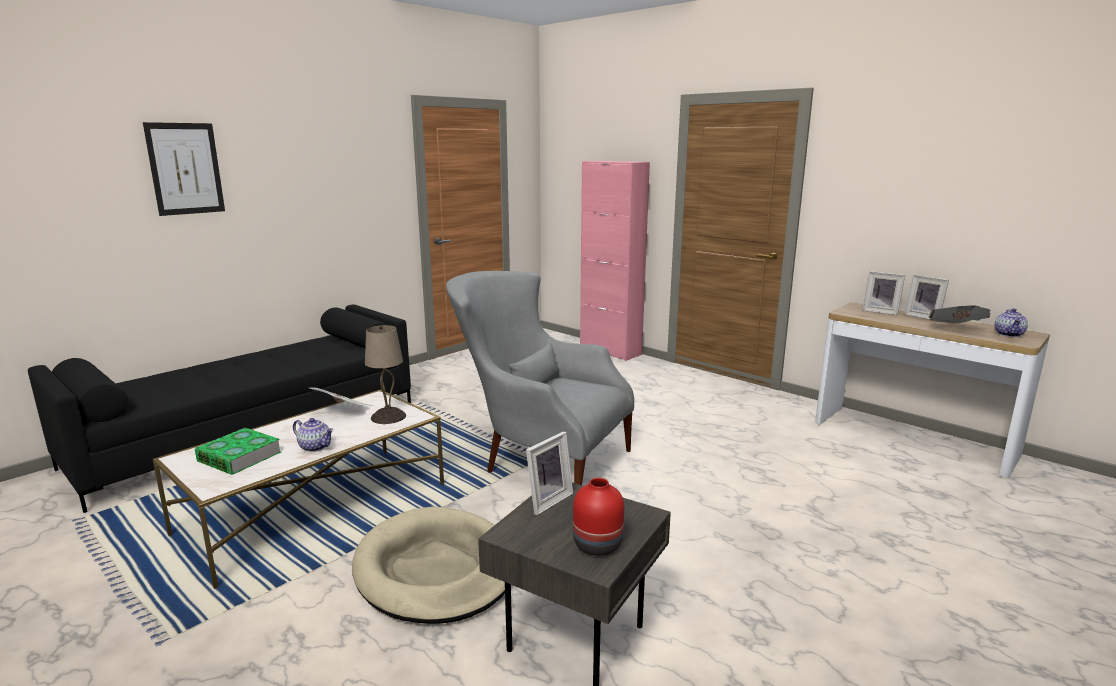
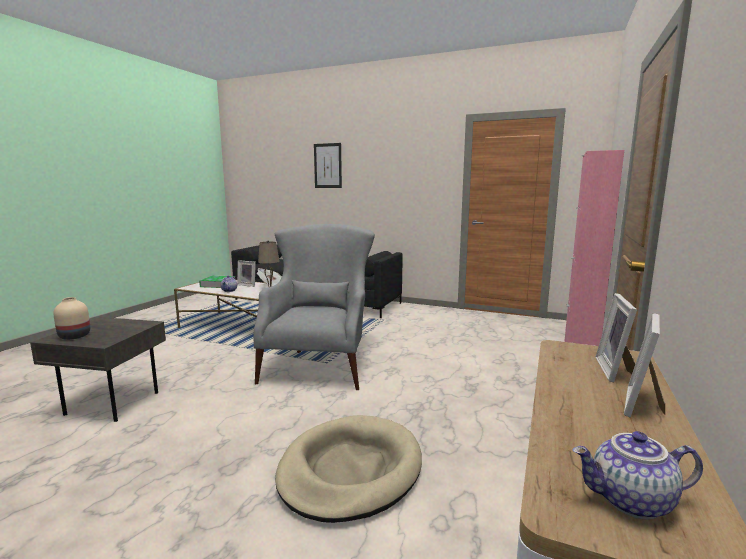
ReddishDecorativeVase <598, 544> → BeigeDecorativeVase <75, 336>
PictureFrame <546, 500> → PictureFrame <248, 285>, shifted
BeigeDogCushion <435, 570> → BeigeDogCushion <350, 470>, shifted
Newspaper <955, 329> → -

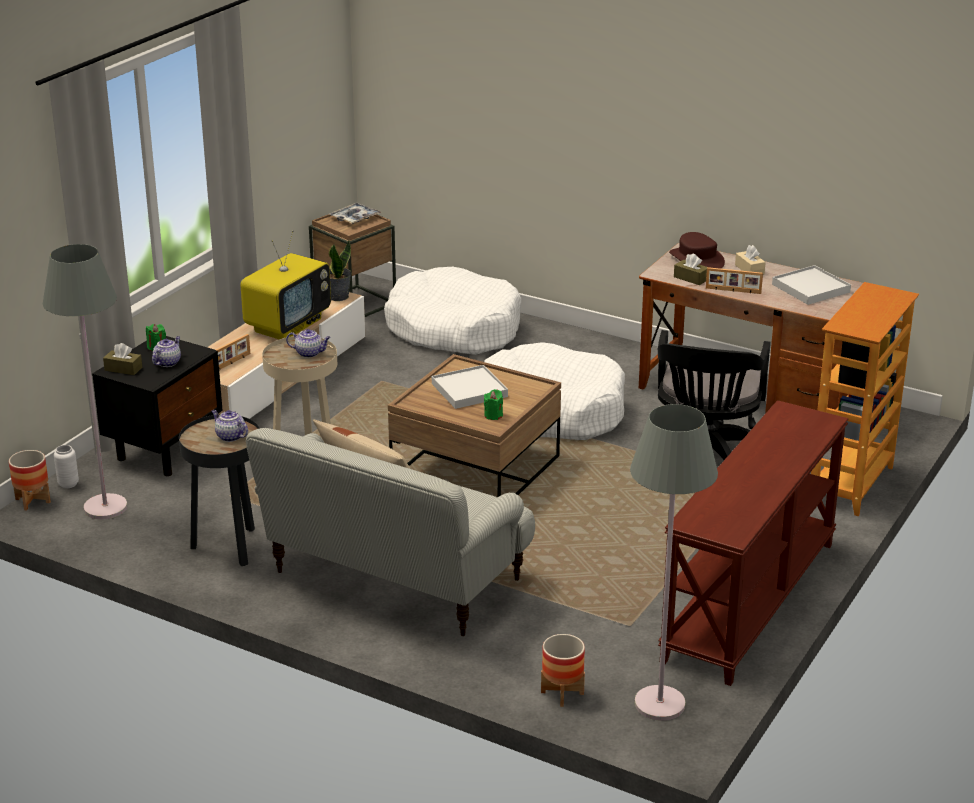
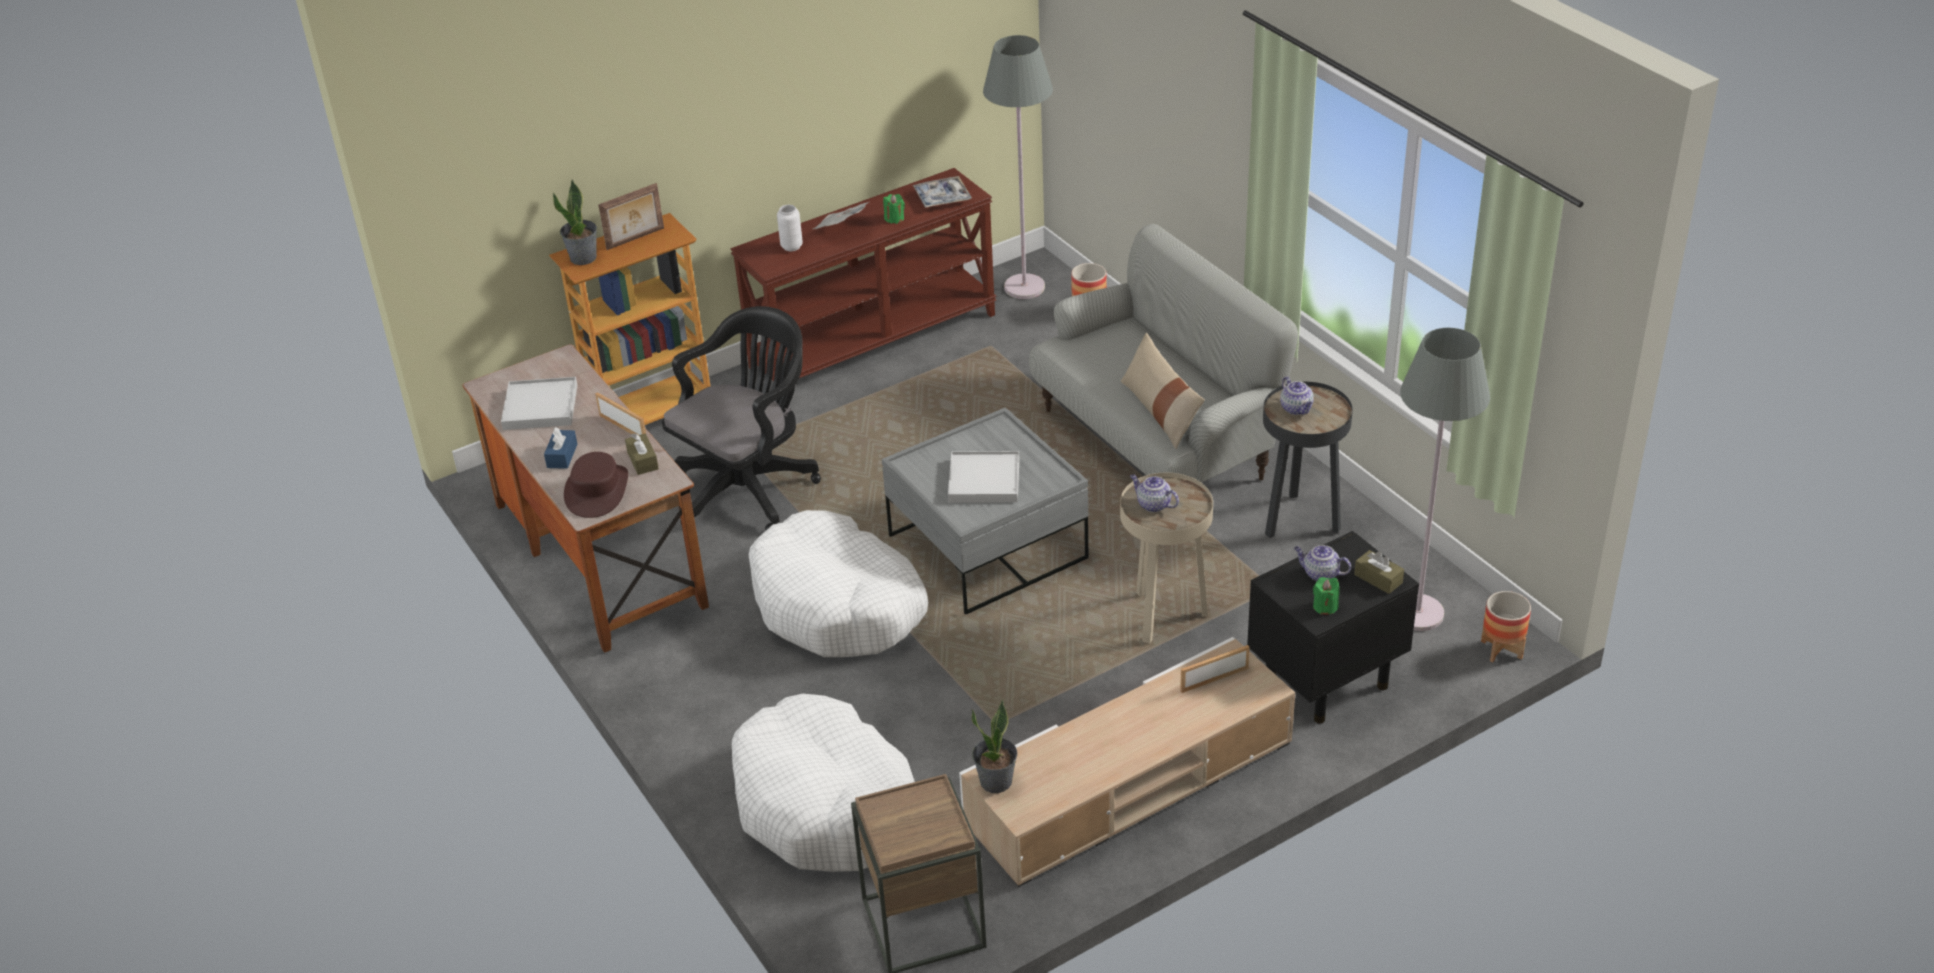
BeigeBoxOfTissues <749, 269> → BluishBoxOfTissues <562, 456>
- → PlantInAPot <584, 258>
- → PictureFrame <636, 239>
WhitishDecorativeVase <68, 484> → WhitishDecorativeVase <791, 247>, shifted
- → Newspaper <841, 229>
BrownishLowTable <475, 468> → GreyLowTable <988, 547>
GreenWaxLight <493, 415> → GreenWaxLight <894, 219>, shifted
CarryingTray <355, 218> → CarryingTray <942, 198>, shifted
PotForTea <167, 362> → PotForTea <1320, 574>, 60 degrees clockwise
Television <288, 325> → -

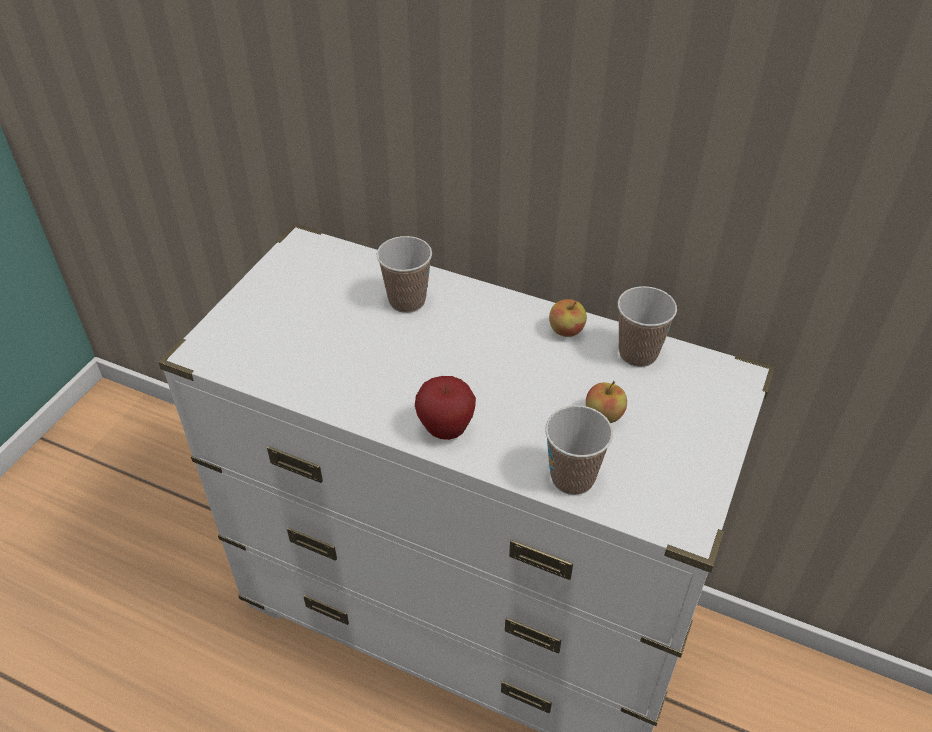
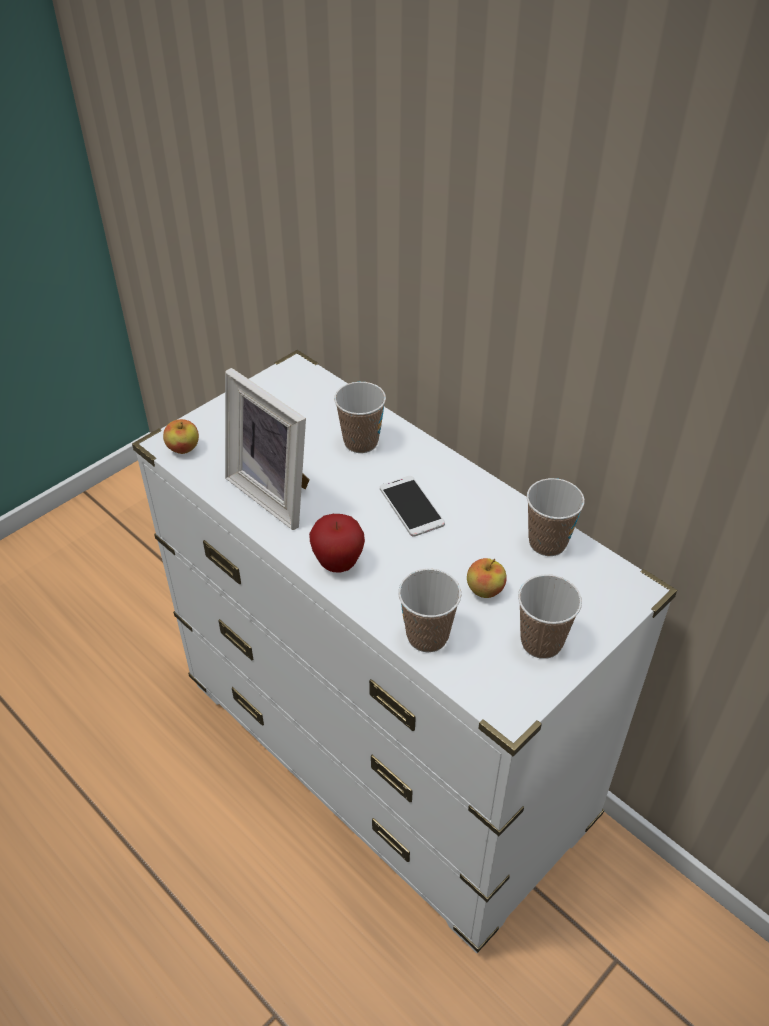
Apple <566, 331> → Apple <183, 448>, shifted
- → PictureFrame <276, 492>
- → Telephone <411, 506>
- → Cup <541, 642>

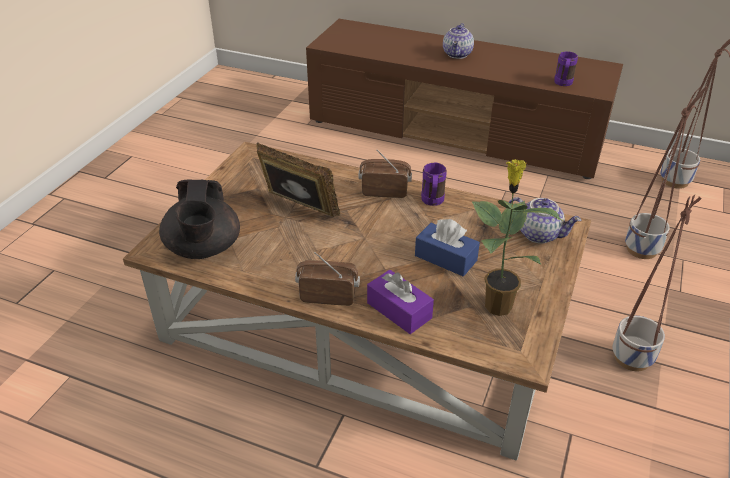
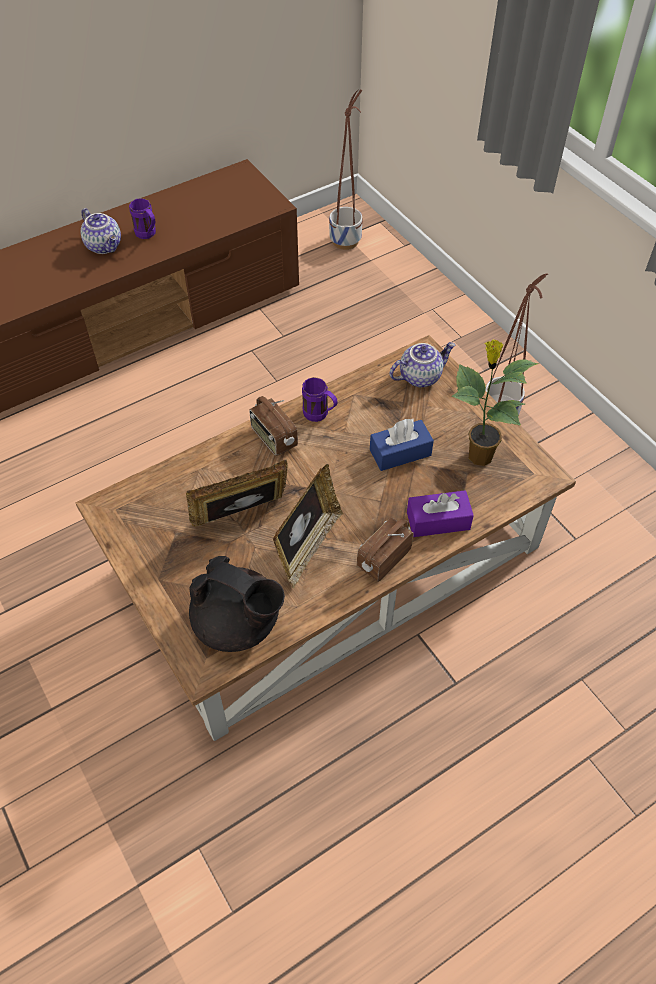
PurplishTeaMug <563, 84> → PurplishTeaMug <148, 235>, shifted
RadioReceiver <384, 191> → RadioReceiver <273, 438>, 75 degrees counterclockwise
- → PictureFrame <308, 546>
FlowerPot <641, 249> → -

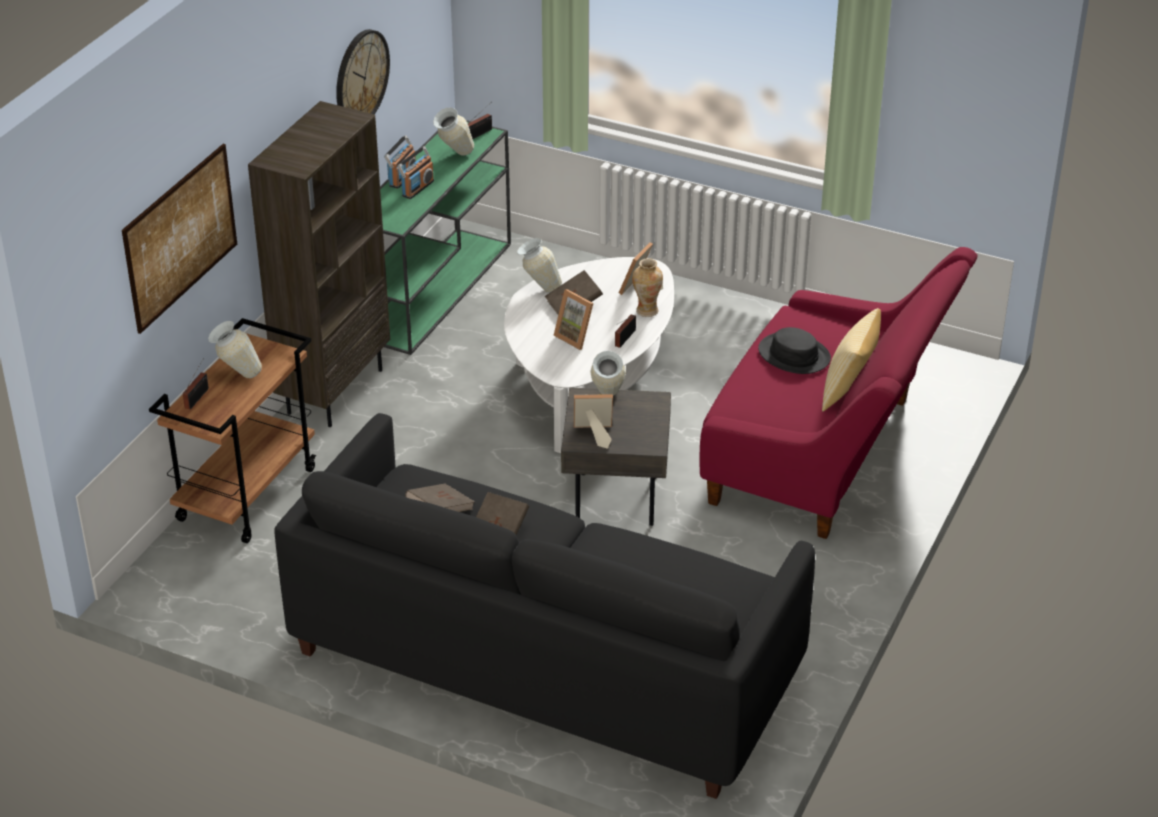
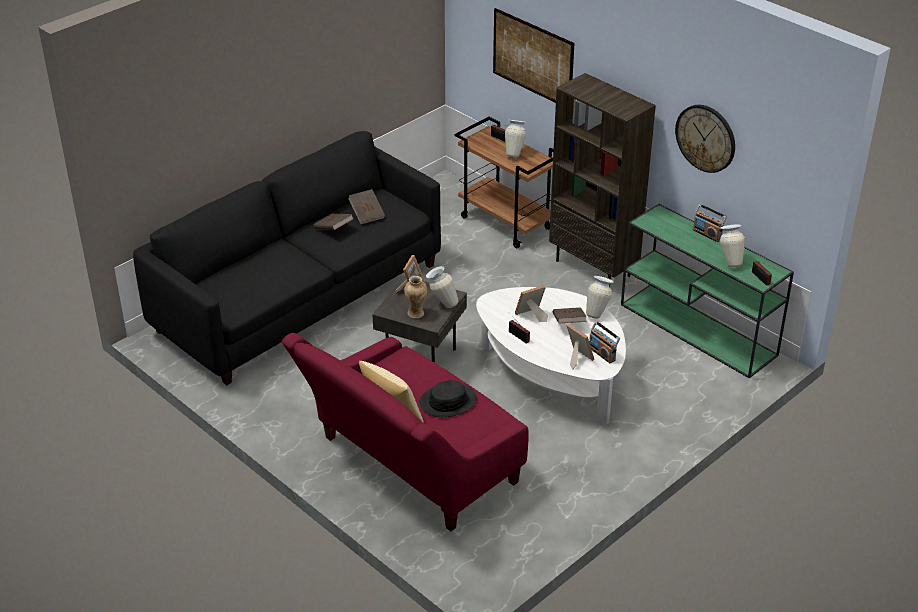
DecorativeVase <646, 310> → DecorativeVase <416, 313>, shifted
RadioReceiver <417, 188> → RadioReceiver <602, 353>, shifted

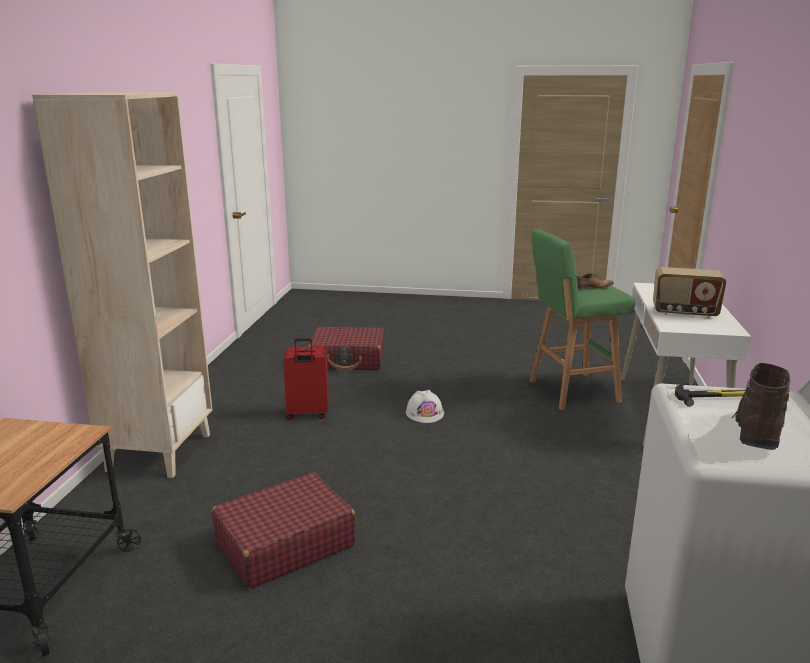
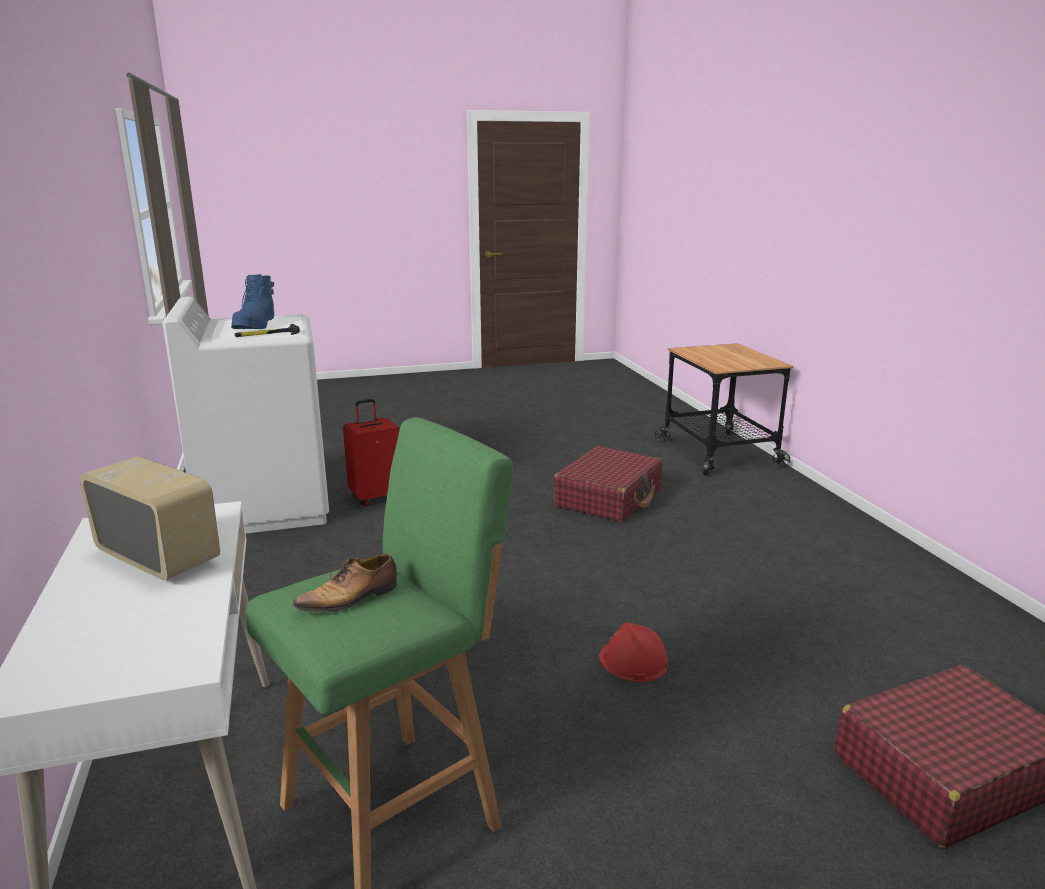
RadioReceiver <684, 313> → RadioReceiver <160, 557>, 45 degrees clockwise
BrownishTallBoot <757, 430> → BluishTallBoot <256, 325>
ReddishSuitcase <307, 414> → ReddishSuitcase <376, 497>, shifted
WhitishWorkHelmet <425, 413> → ReddishWorkHelmet <633, 661>
BeigeShelvingUnit <159, 451> → -

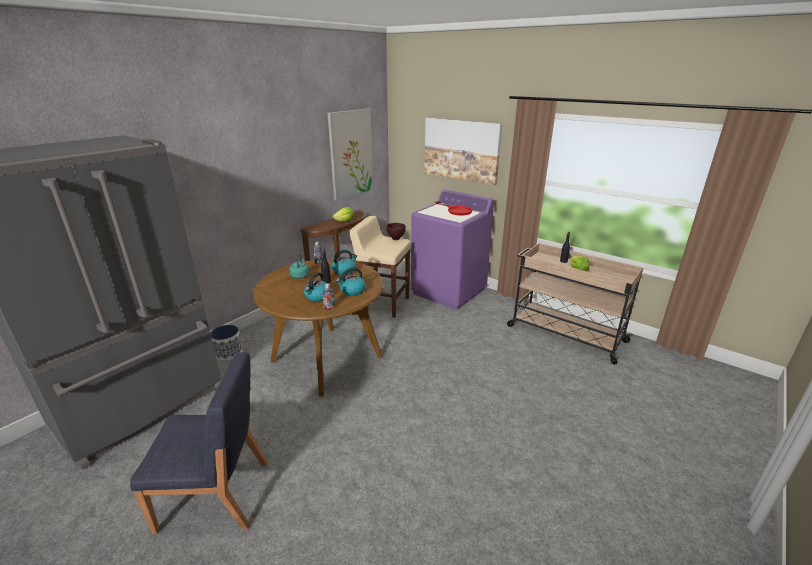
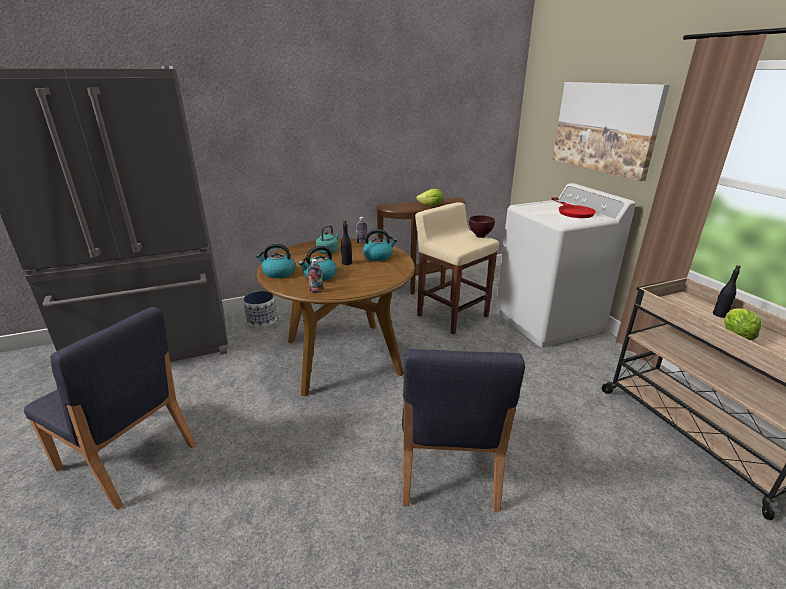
TeaKettle <352, 291> → TeaKettle <278, 273>, shifted
- → BluishPlainChair <448, 466>
PurplishWashingMachine <449, 291> → WhitishWashingMachine <547, 322>
Picture <350, 154> → -

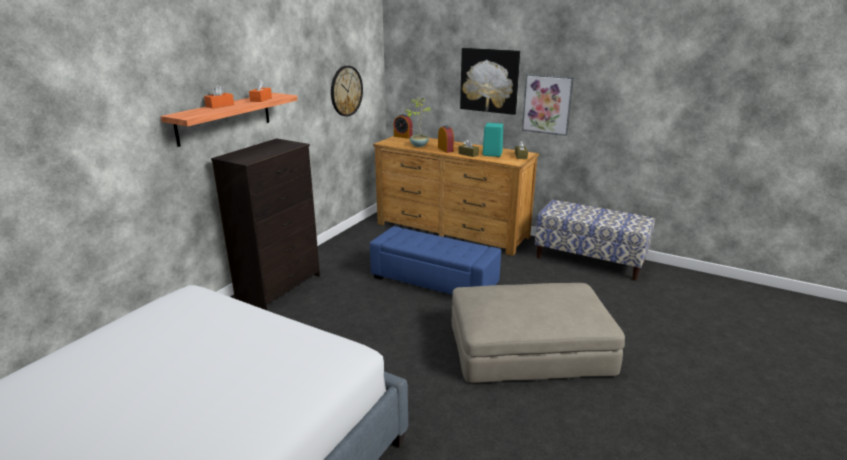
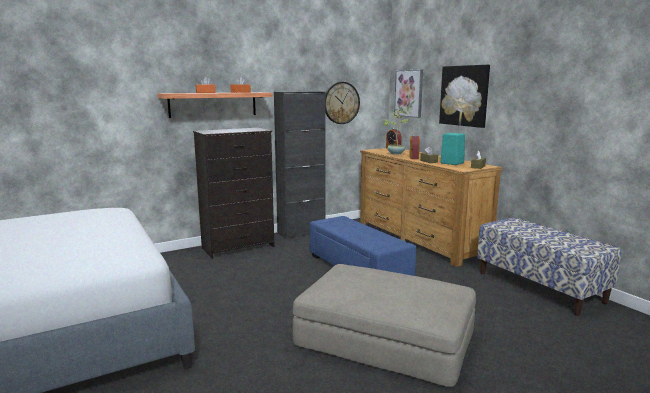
- → BlackCupboard <301, 232>
Picture <547, 104> → Picture <409, 93>, shifted

